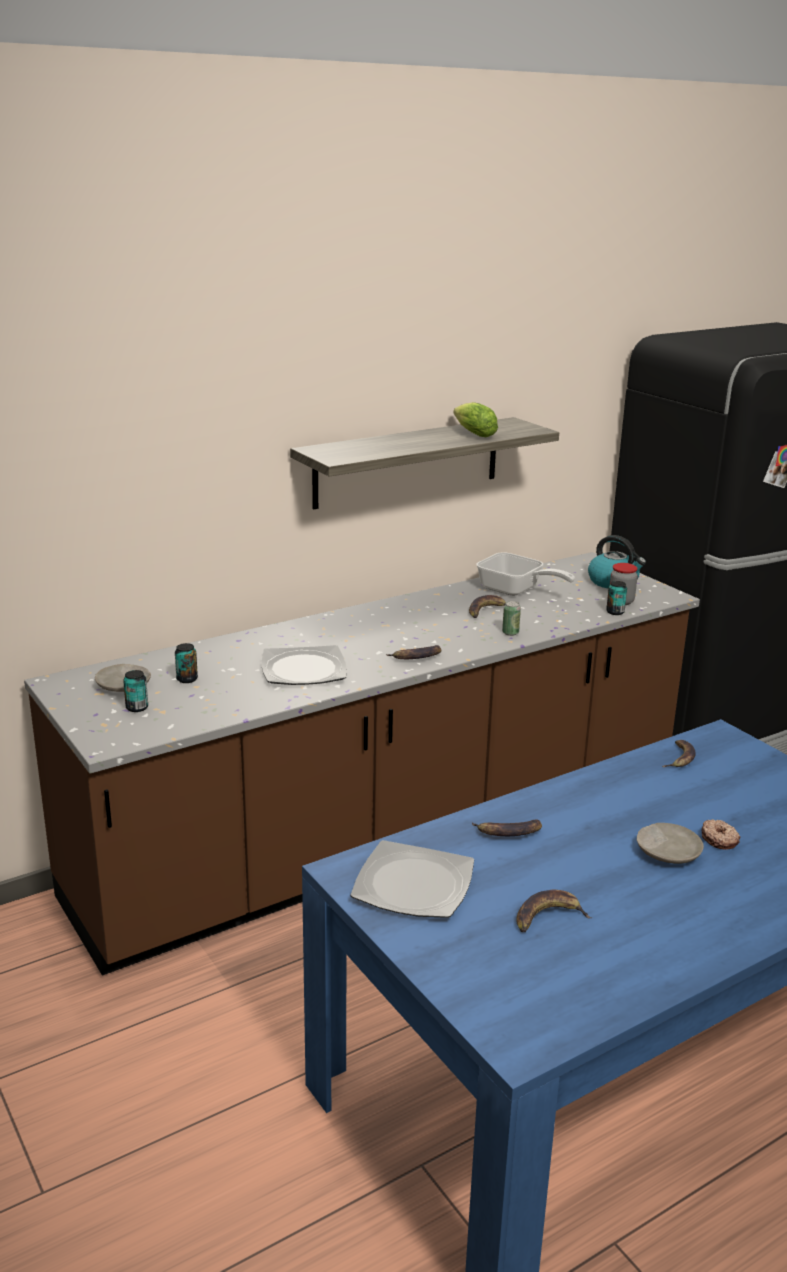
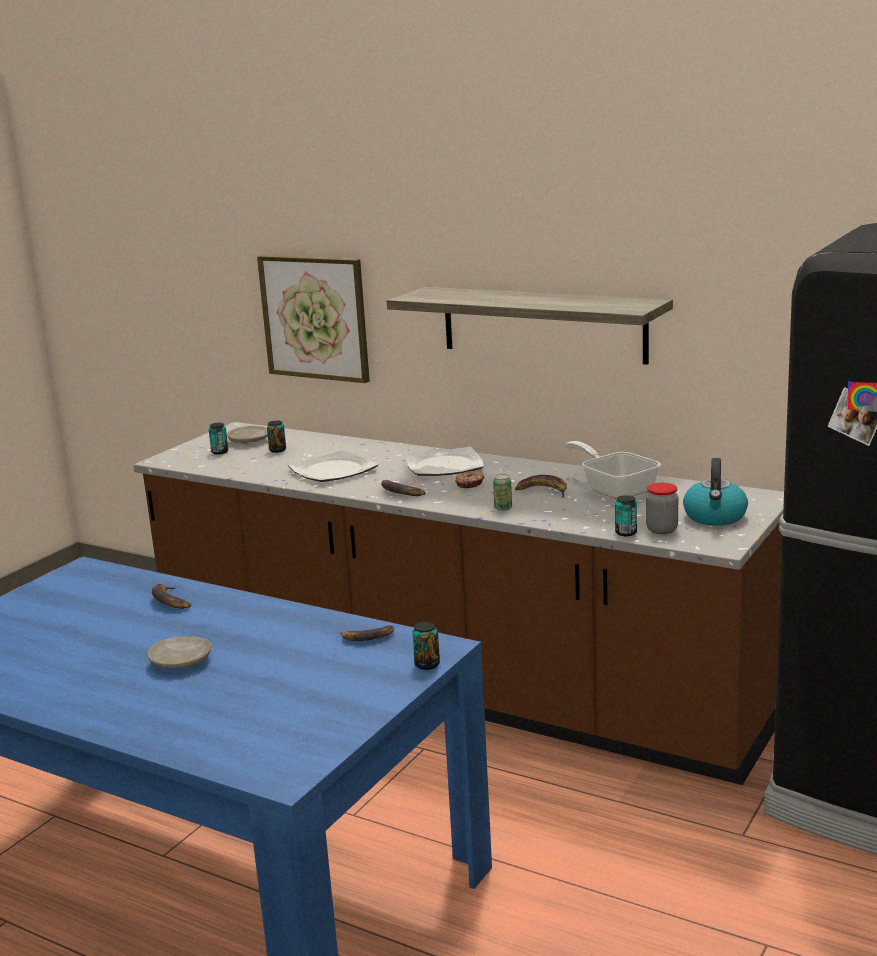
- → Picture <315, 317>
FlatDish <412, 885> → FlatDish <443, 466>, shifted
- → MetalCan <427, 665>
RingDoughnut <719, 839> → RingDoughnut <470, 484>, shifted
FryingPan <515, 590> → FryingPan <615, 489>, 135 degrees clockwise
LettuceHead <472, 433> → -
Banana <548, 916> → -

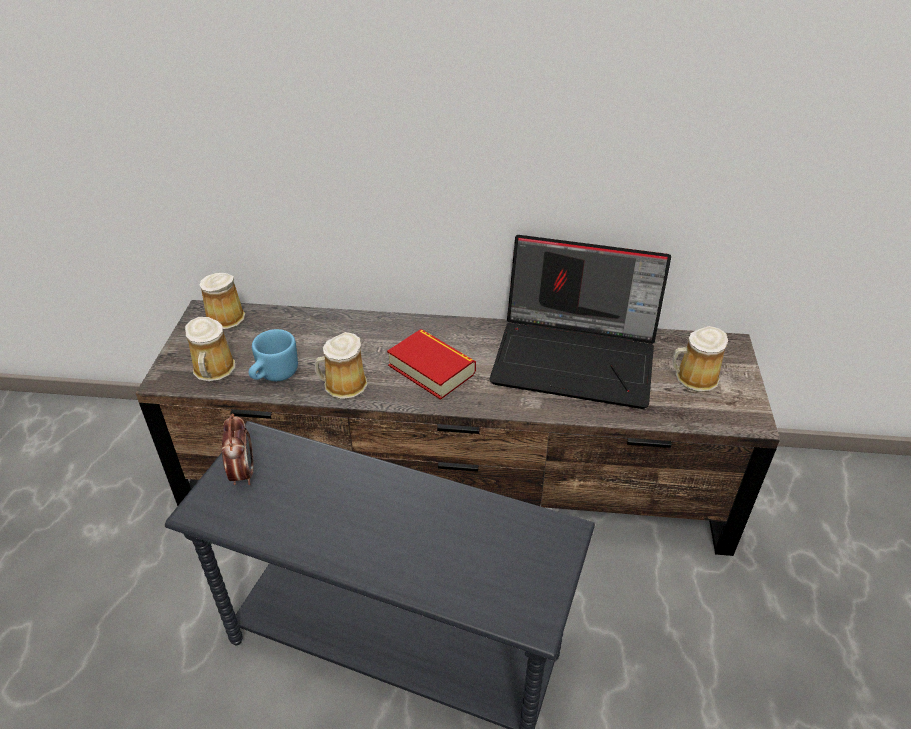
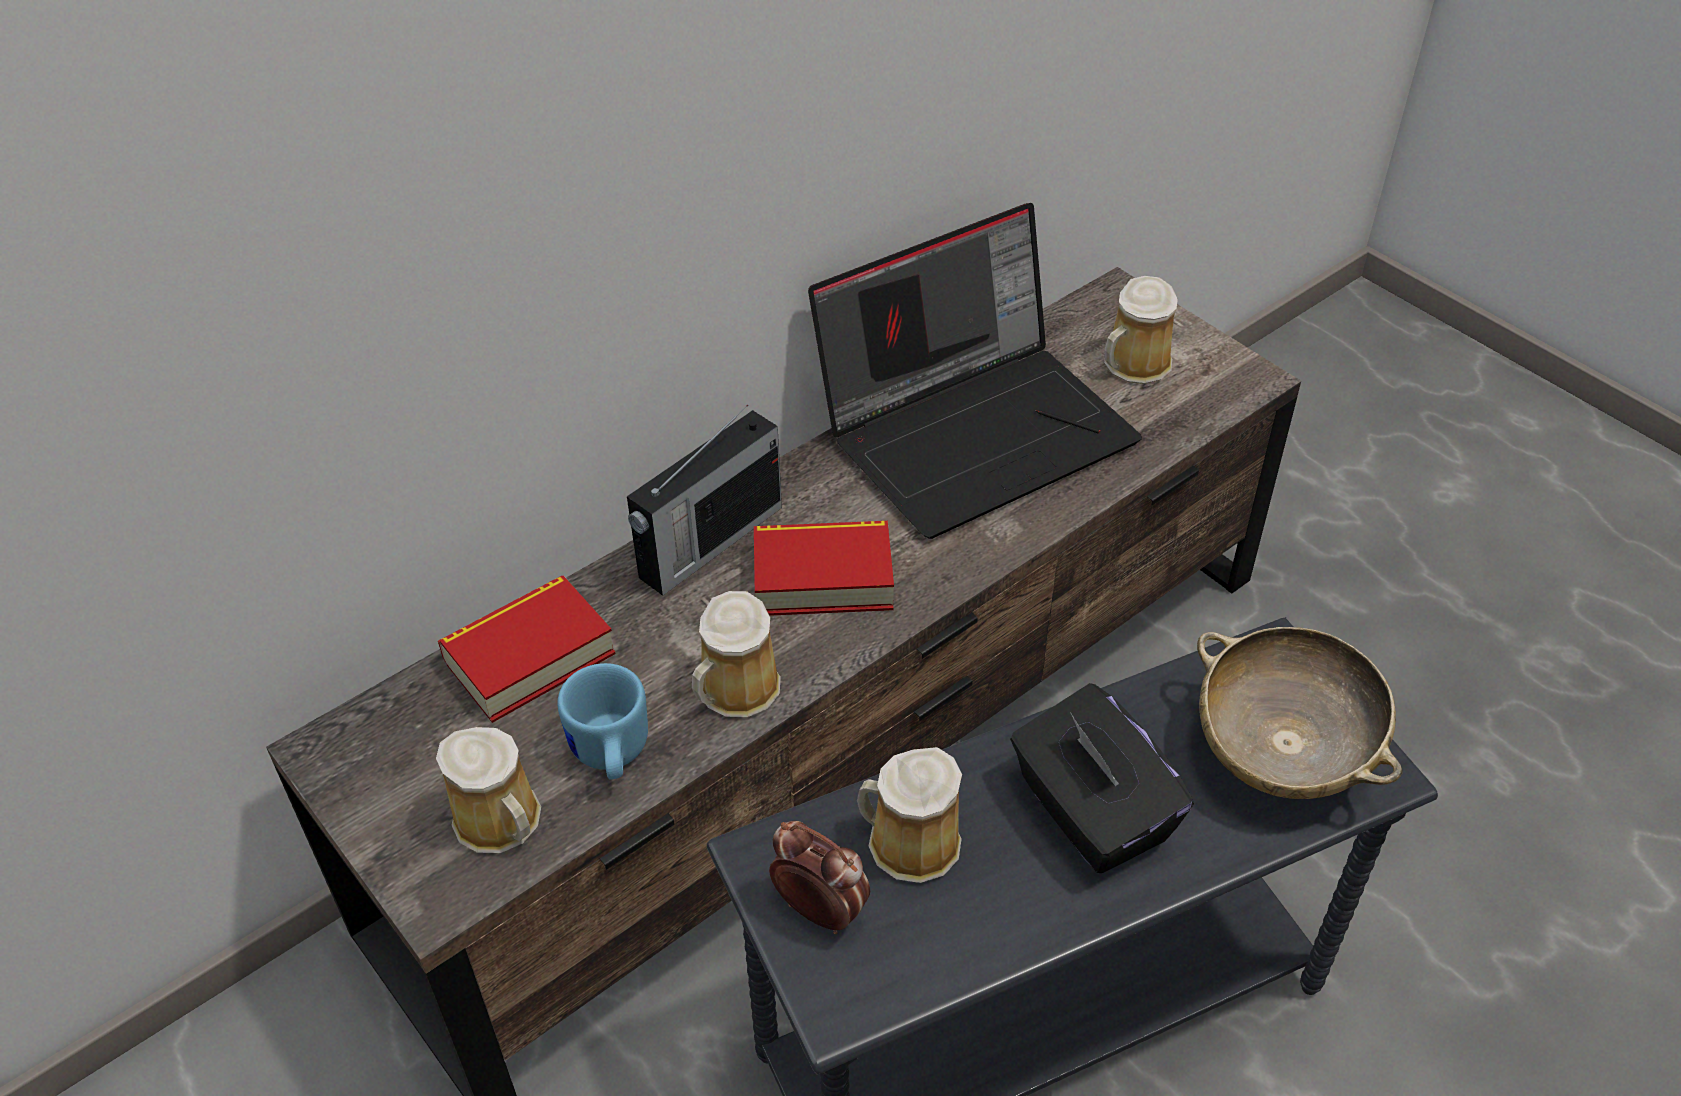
- → BoundBook <529, 657>
- → RadioReceiver <708, 543>
TeaMug <225, 317> → TeaMug <908, 842>, shifted
- → BlackBoxOfTissues <1090, 812>
- → BeigeBowl <1282, 751>

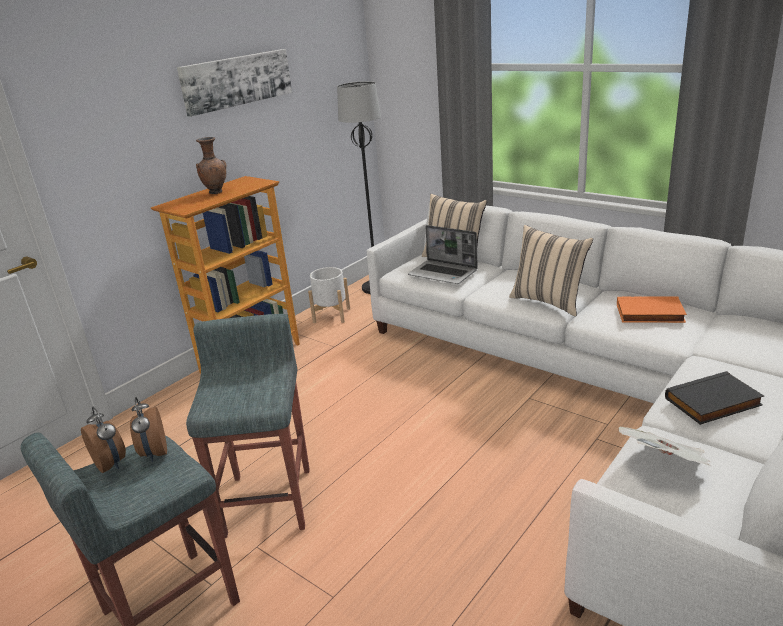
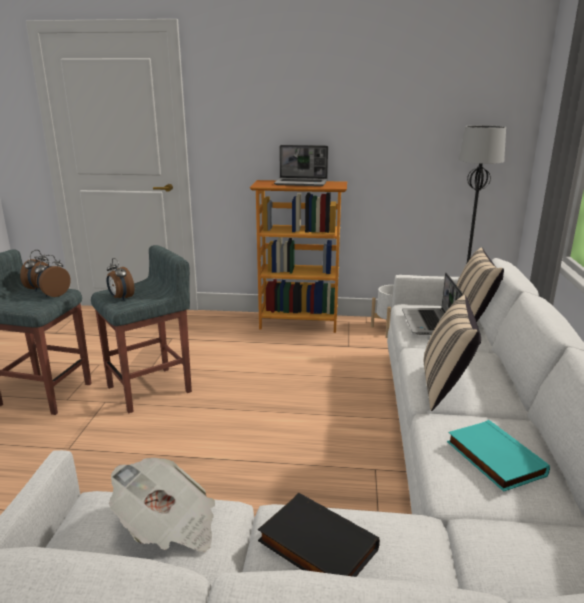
- → BedsideClock <121, 298>
BrownishDecorativeVase <216, 192> → PortableComputer <302, 183>
OrangeyBoundBook <649, 314> → TurquoiseColouredBoundBook <493, 458>
Picture <236, 80> → -

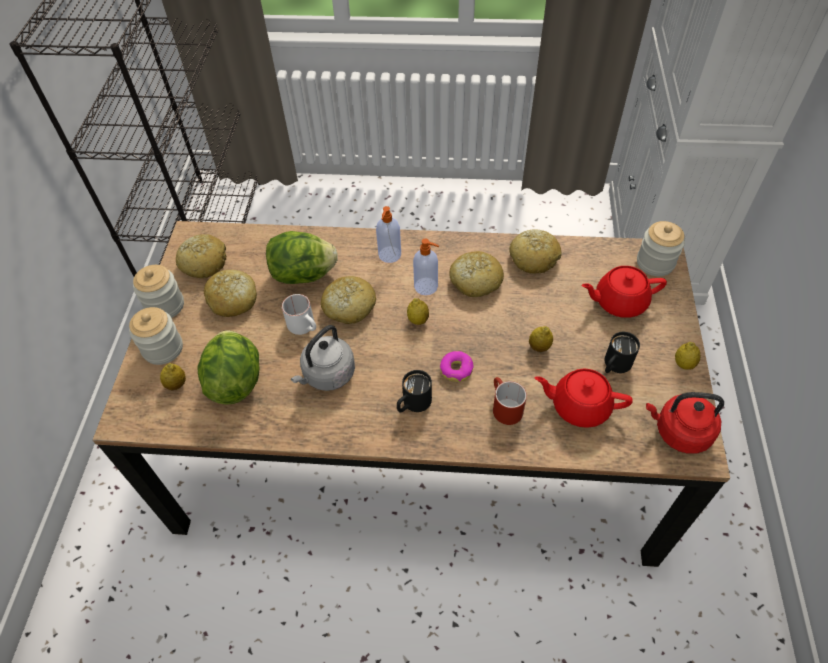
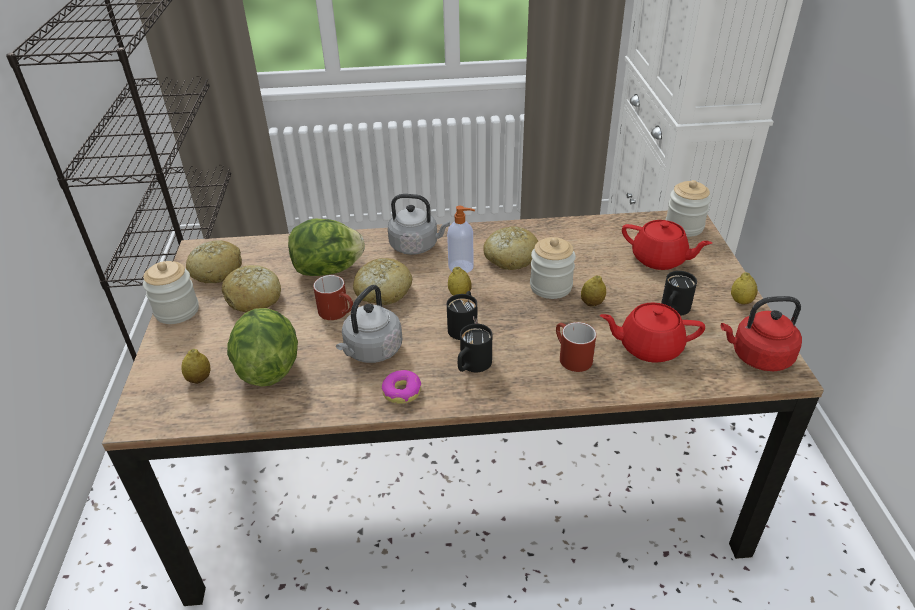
WhitishTeaMug <305, 326> → ReddishTeaMug <338, 312>
RingDoughnut <456, 369> → RingDoughnut <402, 391>, shifted
SoapBottle <389, 255> → GreyTeaKettle <416, 246>
- → BlackTeaMug <464, 326>
PreserveJar <163, 348> → PreserveJar <550, 286>, shifted
ReddishPotForTea <619, 302> → ReddishPotForTea <659, 259>, 135 degrees counterclockwise
Bread <534, 258> → -

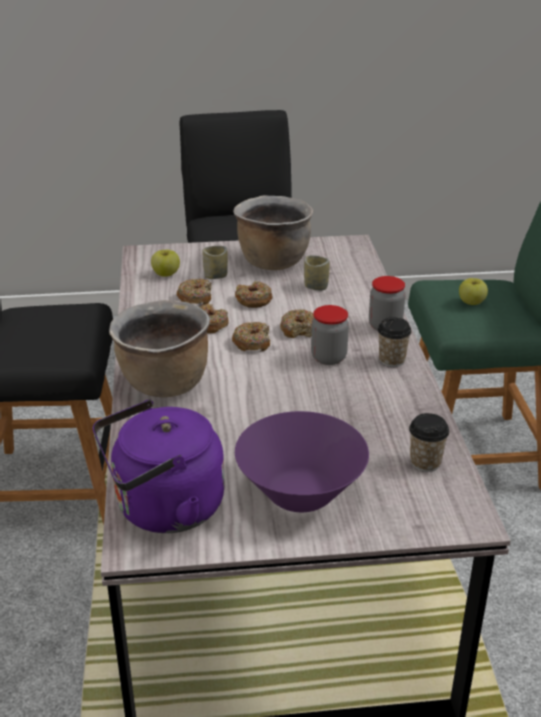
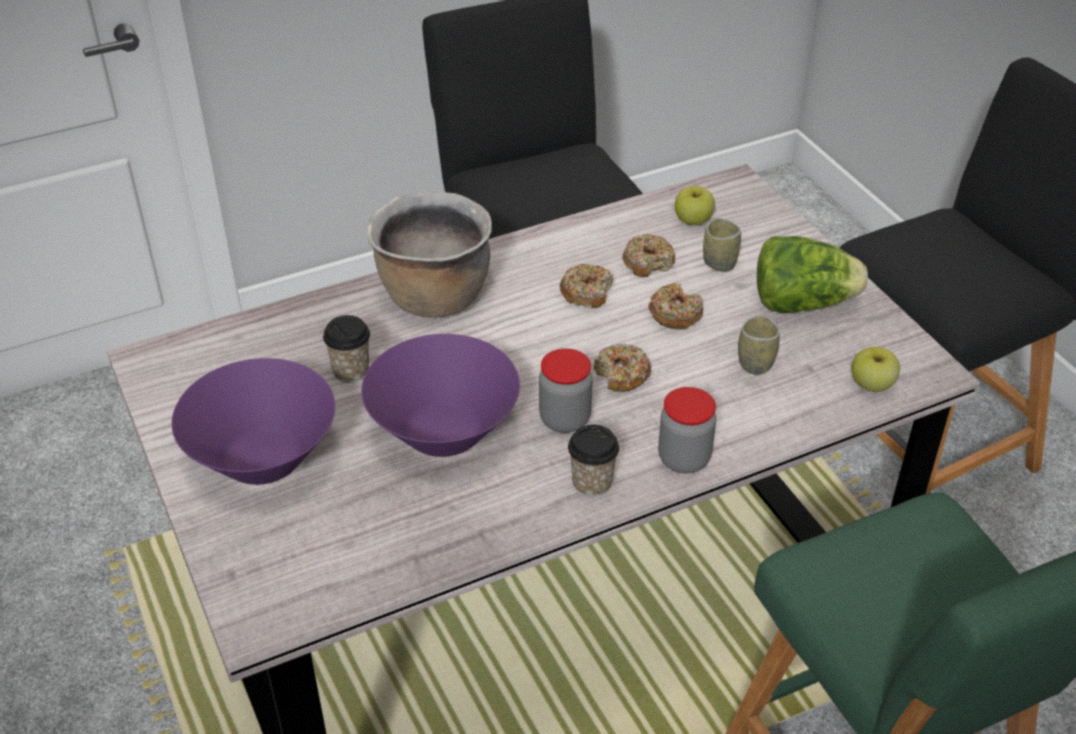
Cup <425, 462> → Cup <351, 371>, shifted
- → PurplishBowl <444, 432>
BrownishCookingPot <273, 261> → LettuceHead <801, 303>
Apple <471, 303> → Apple <871, 385>, shifted
PurplishTeaKettle <163, 509> → -
RingDoughnut <252, 343> → -

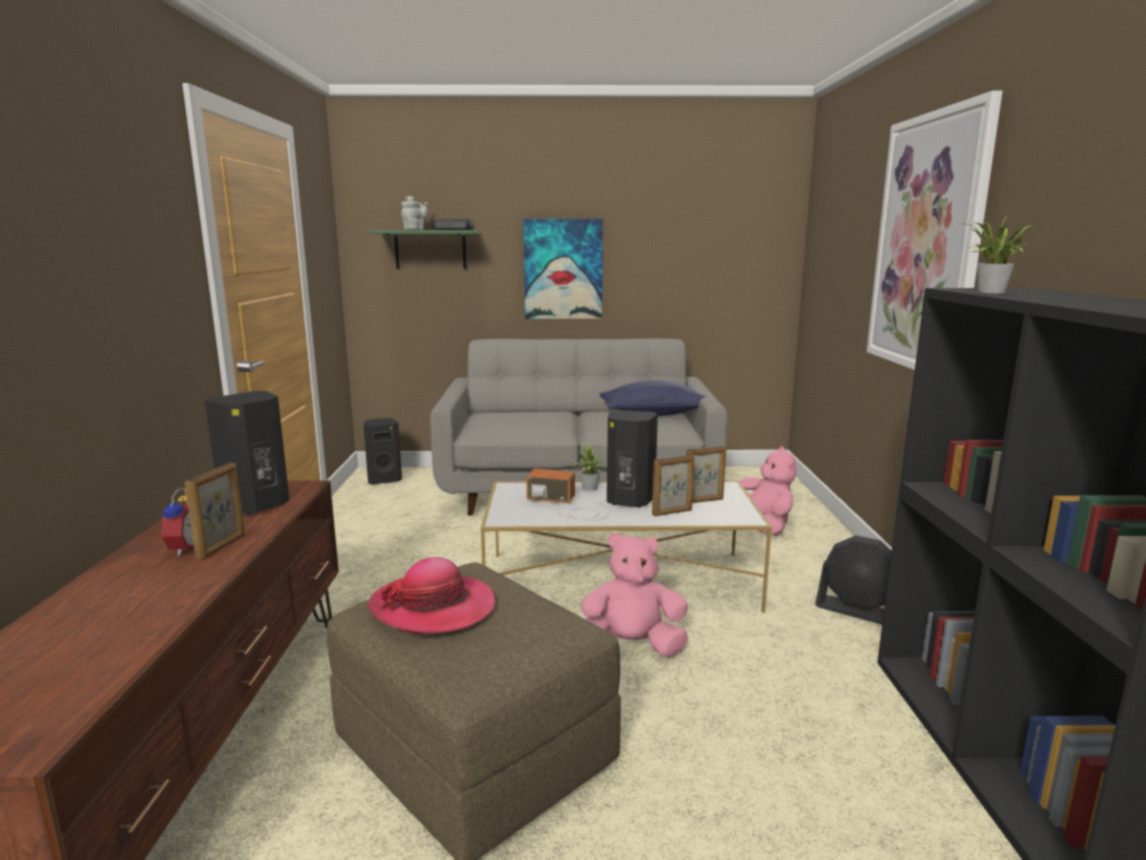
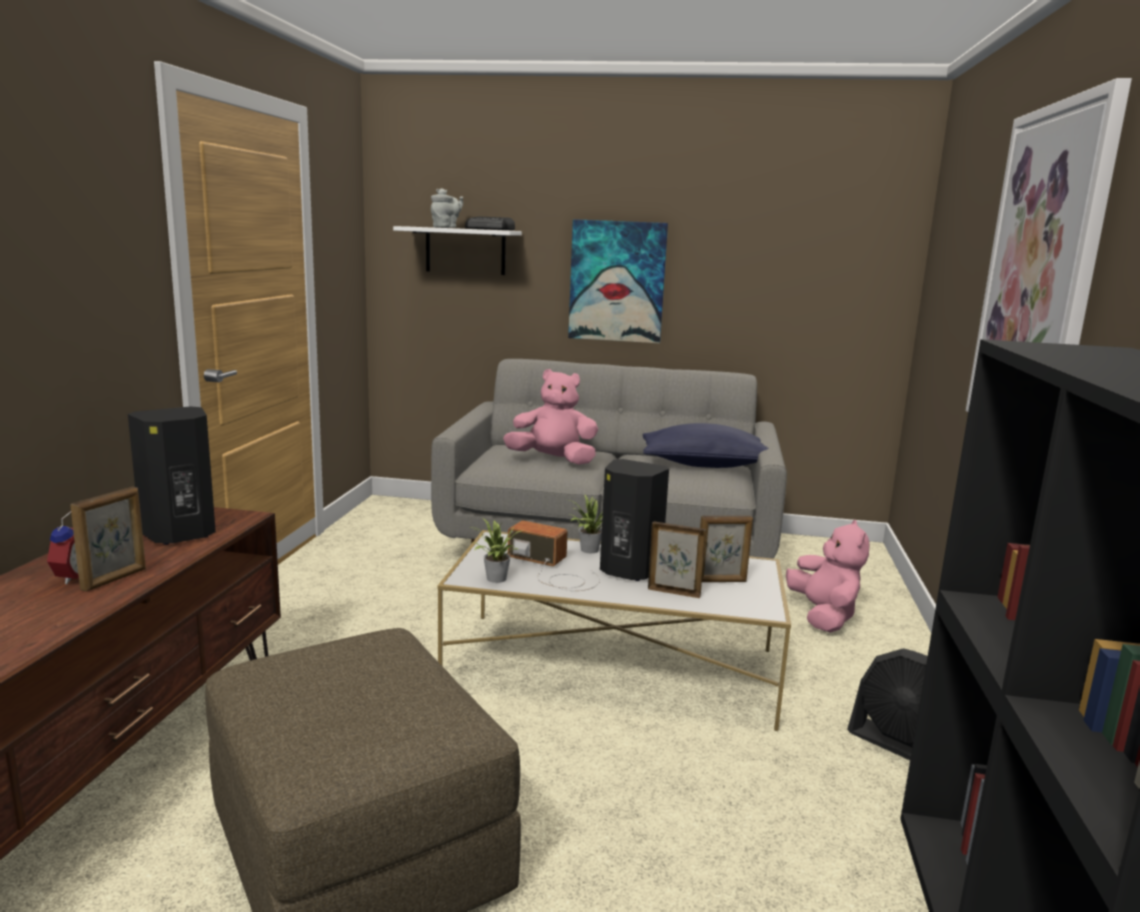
GreenBracketShelf <430, 249> → WhitishBracketShelf <465, 251>
PlantInAPot <990, 292> → PlantInAPot <494, 579>, shifted
PinkSoftToy <631, 646> → PinkSoftToy <553, 460>, shifted
PictureFrame <672, 512> → PictureFrame <674, 592>, 150 degrees counterclockwise
BlackLoudspeaker <384, 480> → -
WearableHat <433, 607> → -

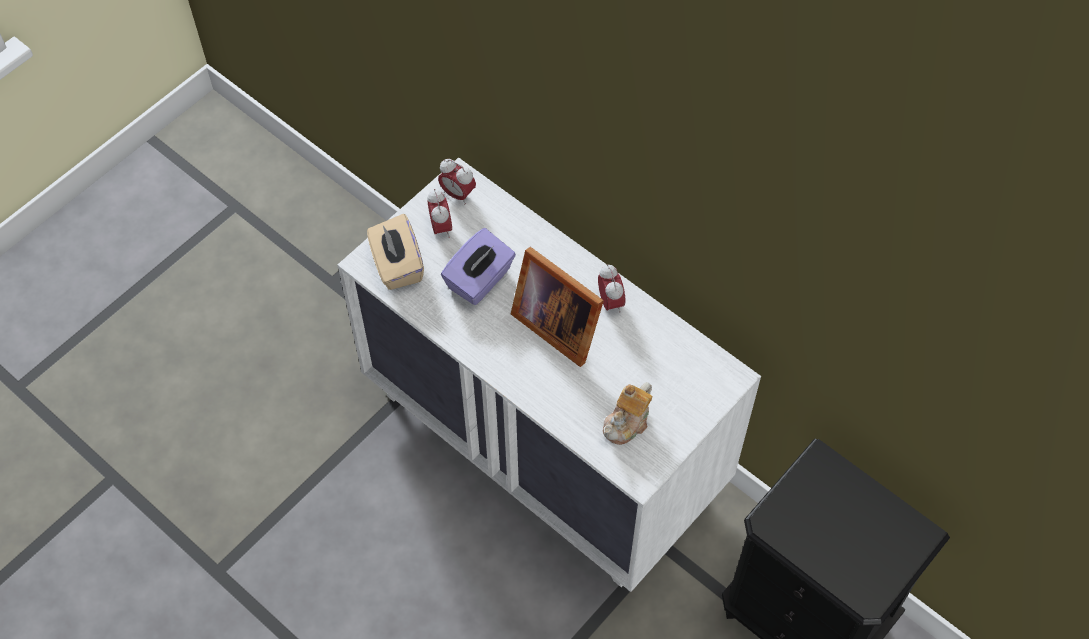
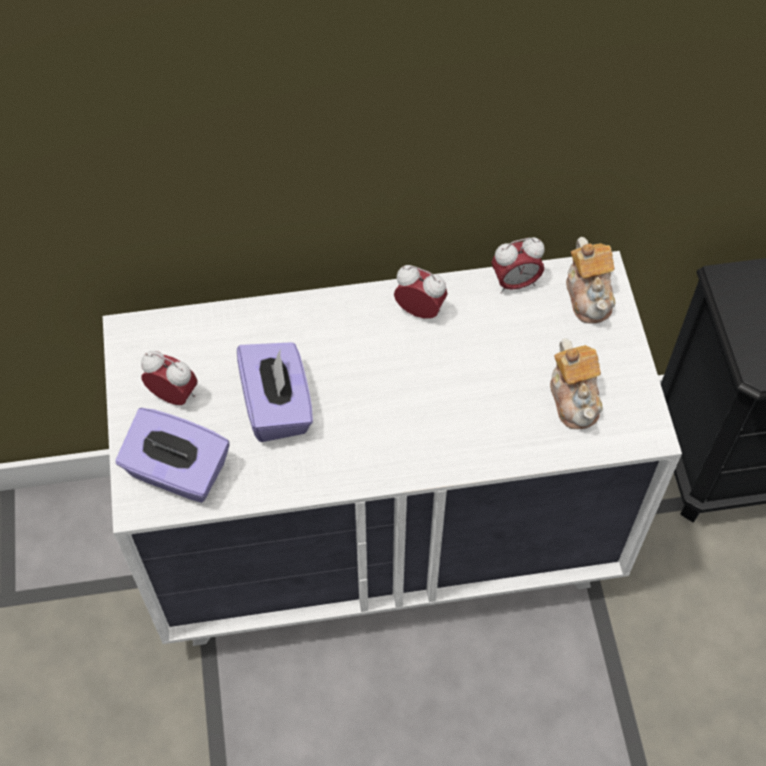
BeigeBoxOfTissues <397, 265> → PurplishBoxOfTissues <177, 472>
BedsideClock <457, 194> → BedsideClock <515, 283>, shifted
- → PotForTea <589, 295>
PictureFrame <557, 323> → -

